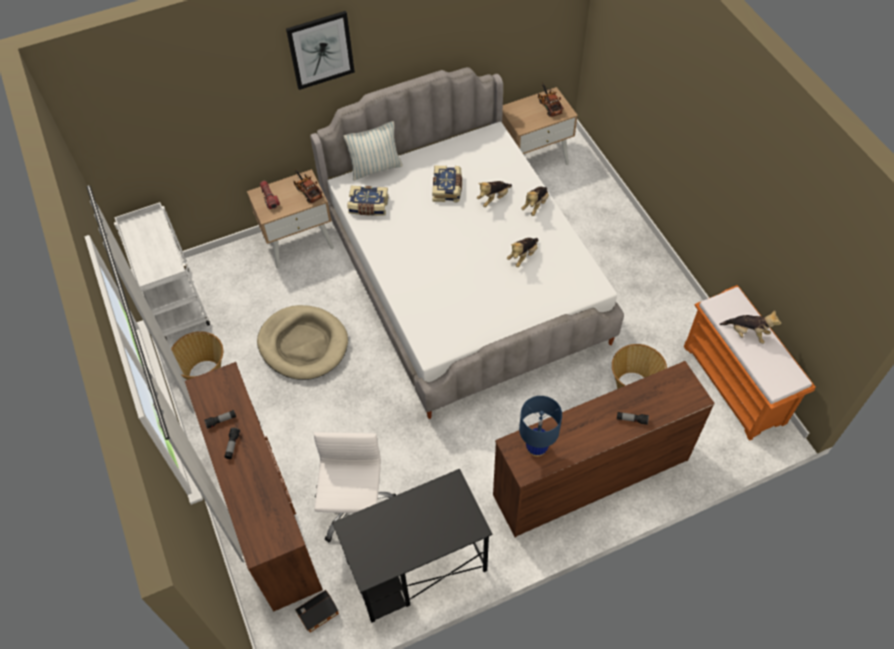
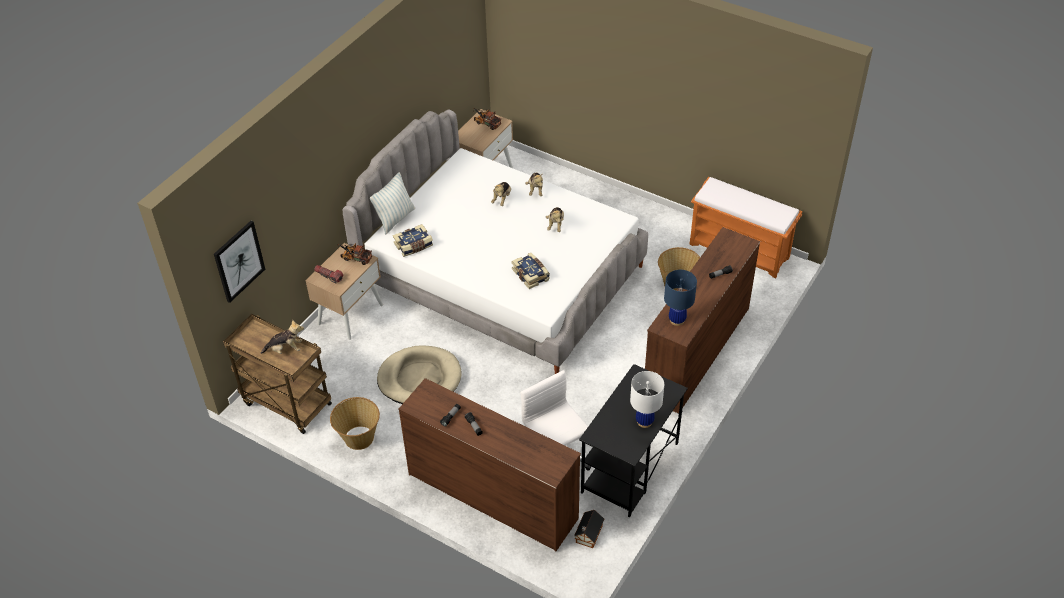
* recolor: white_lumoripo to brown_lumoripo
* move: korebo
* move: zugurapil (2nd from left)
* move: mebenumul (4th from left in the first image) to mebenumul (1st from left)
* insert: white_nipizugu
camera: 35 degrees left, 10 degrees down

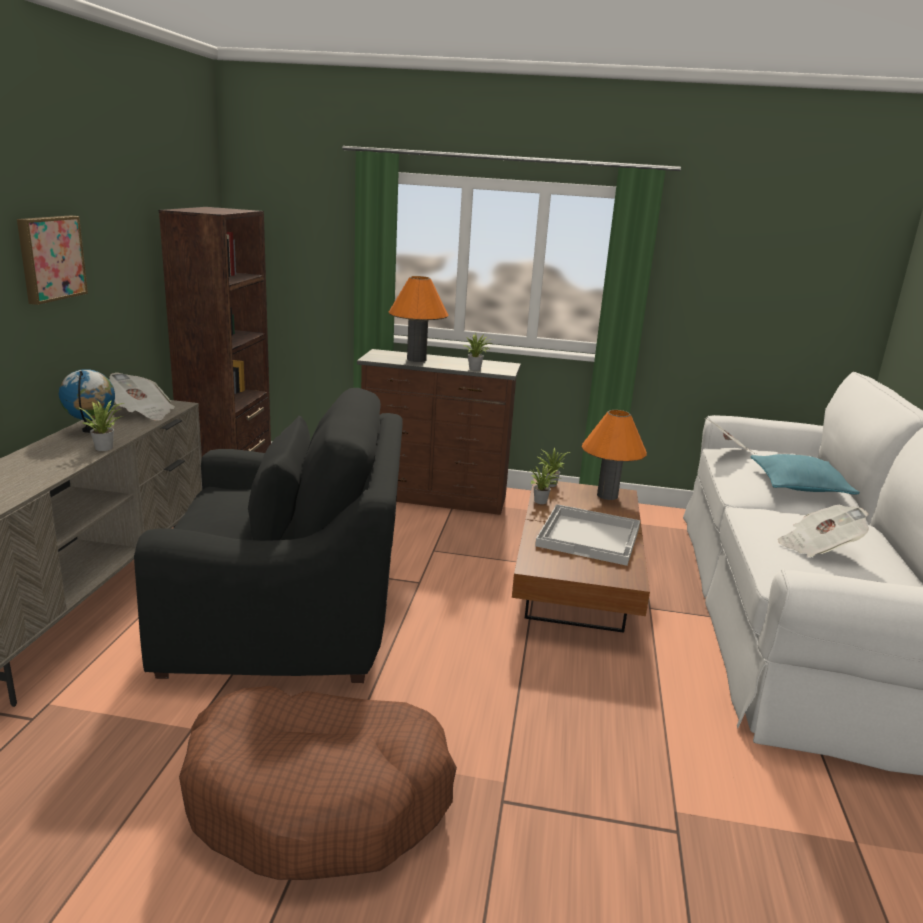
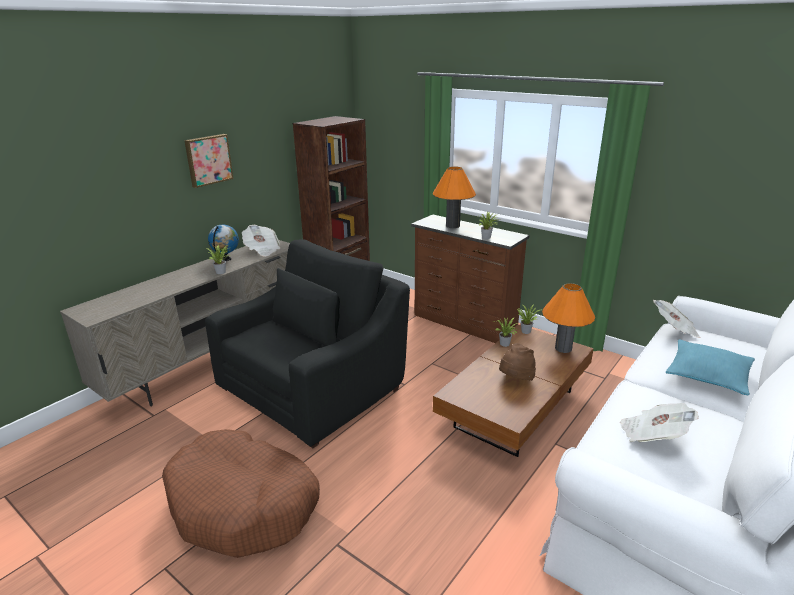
* rotate: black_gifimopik 75 degrees counterclockwise
* replace: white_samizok to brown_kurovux
camera: 30 degrees right, 5 degrees up

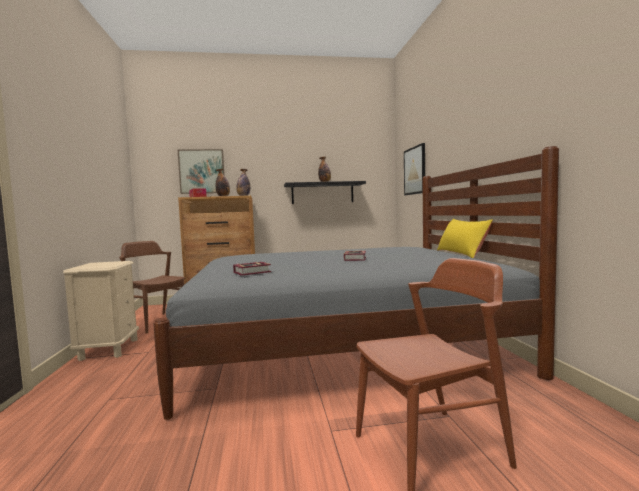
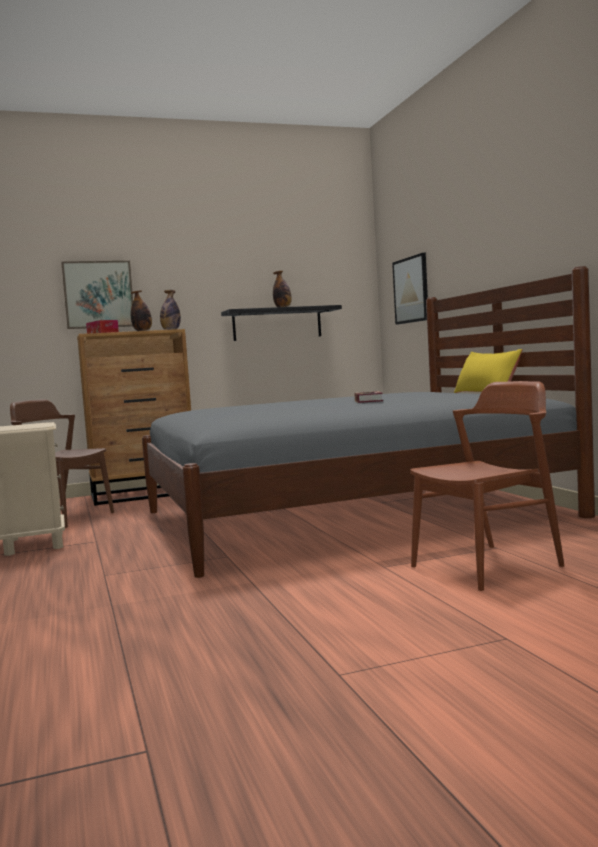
* delete: zugurapil (1st from left)
camera: 10 degrees left, 0 degrees up

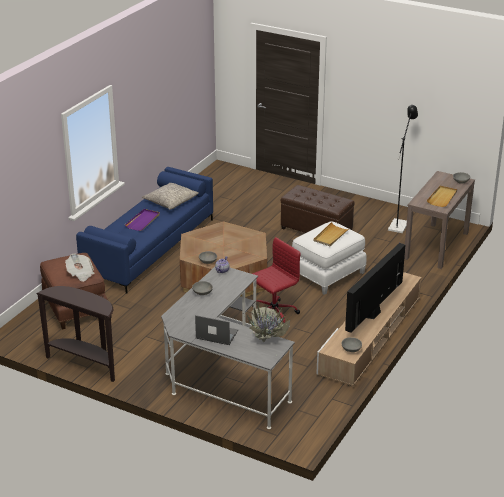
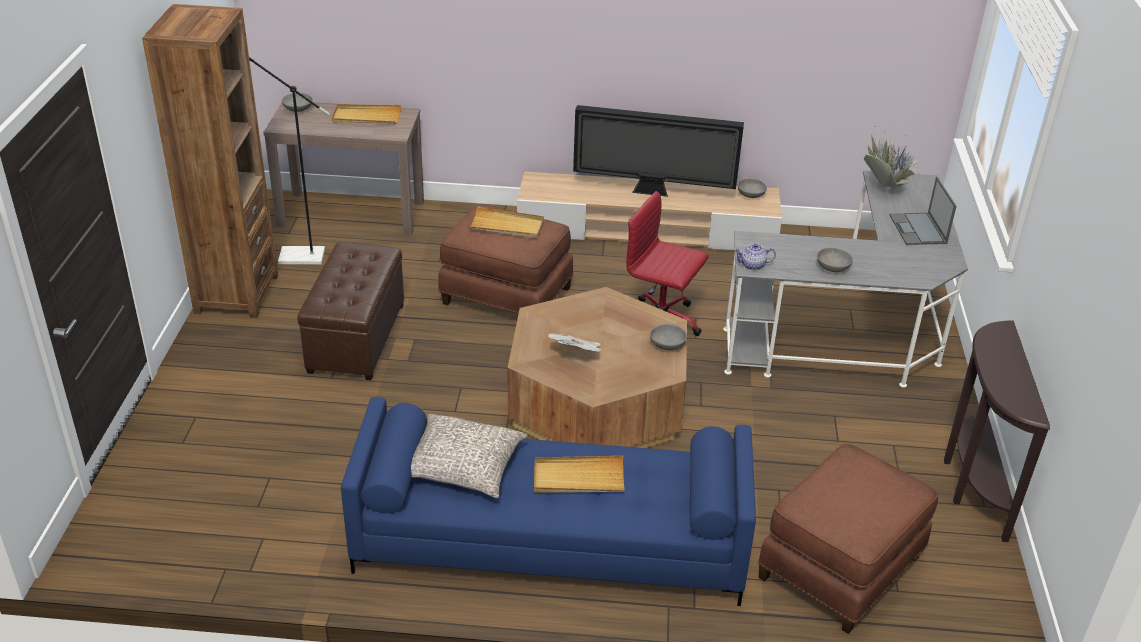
* move: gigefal
* recolor: purple_samizok to beige_samizok (3rd from left)
* recolor: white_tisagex to brown_tisagex (2nd from left)
* insert: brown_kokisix
camera: 115 degrees left, 5 degrees up

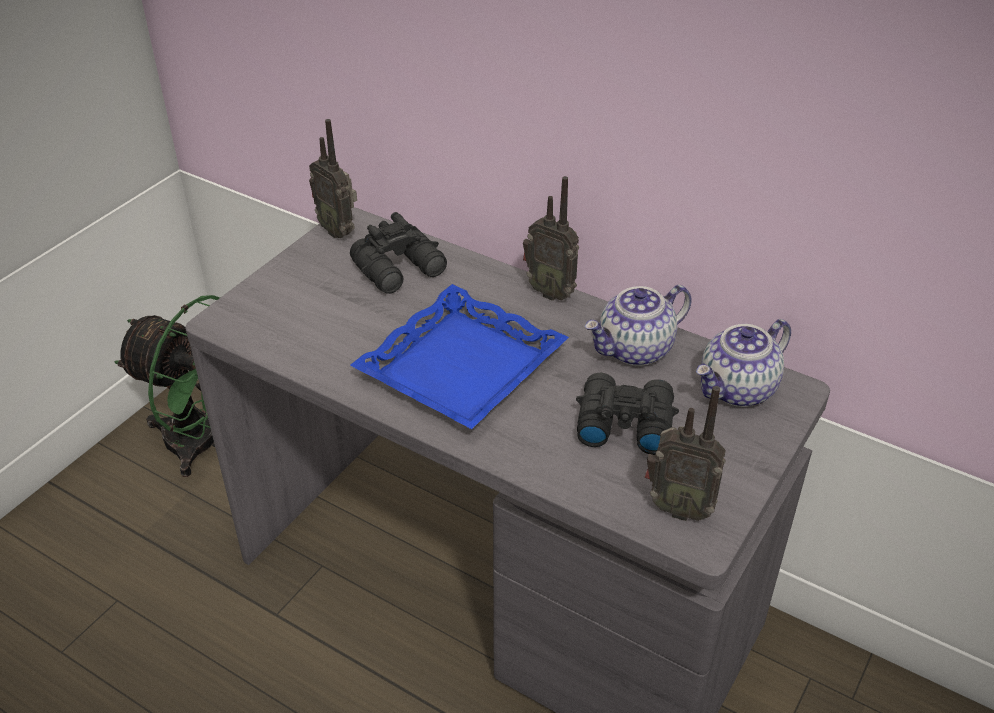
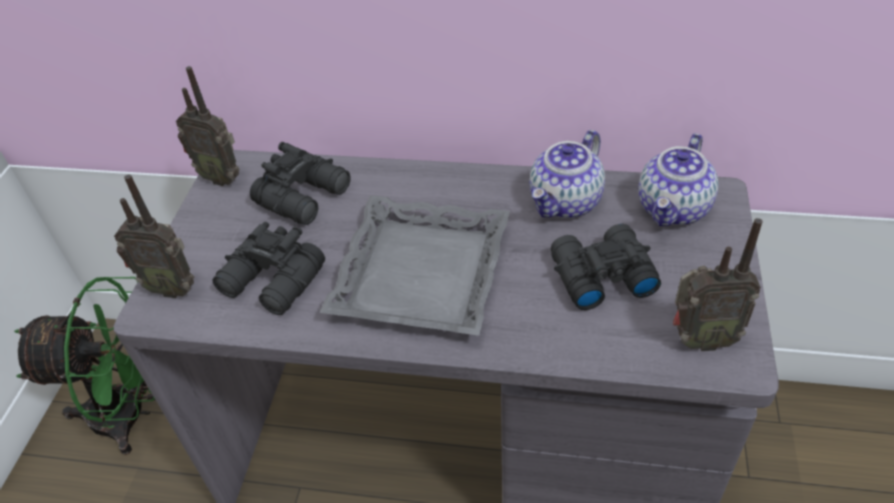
* recolor: blue_samizok to grey_samizok
* move: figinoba (2nd from left in the first image) to figinoba (1st from left)
* insert: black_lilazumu (1st from left)
camera: 20 degrees left, 5 degrees up

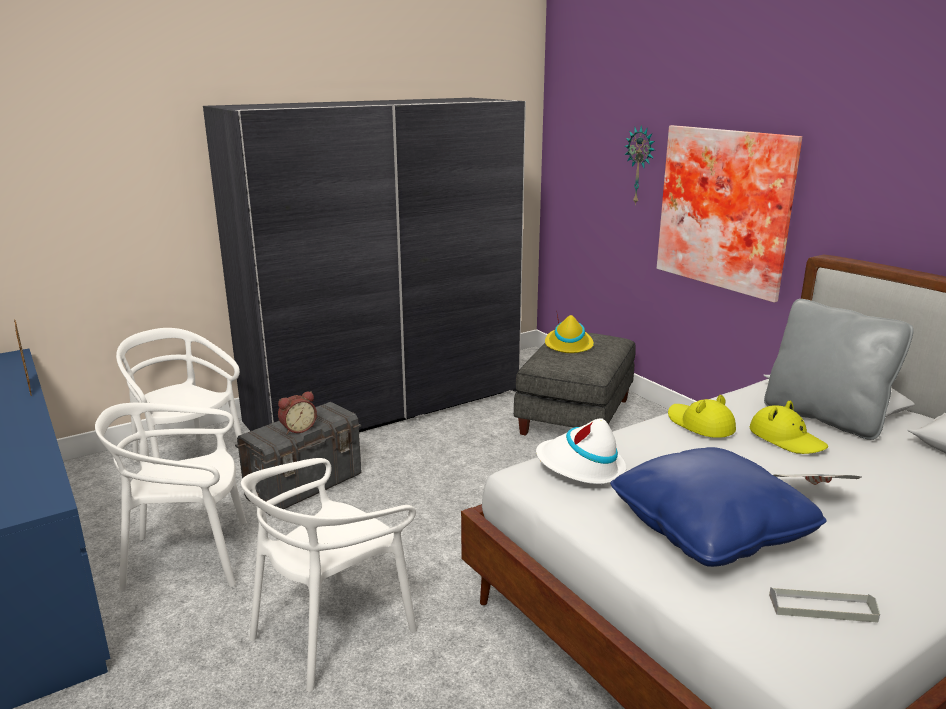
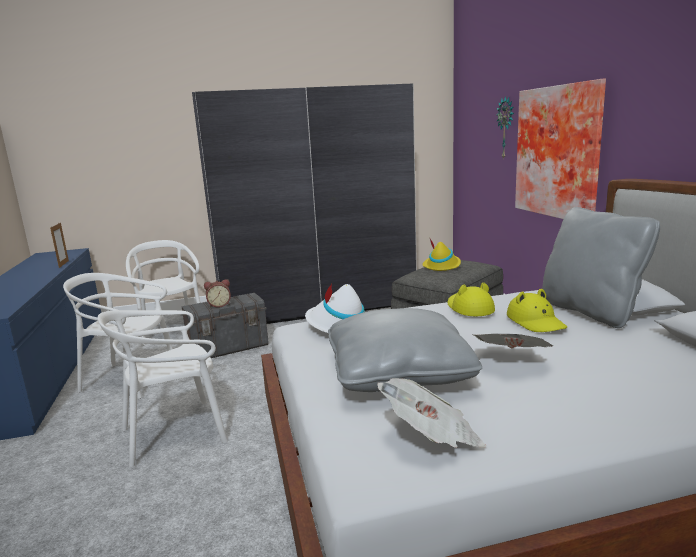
* recolor: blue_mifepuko to grey_mifepuko (1st from left)
* replace: grey_samizok to gigefal (1st from left)
camera: 20 degrees right, 5 degrees down

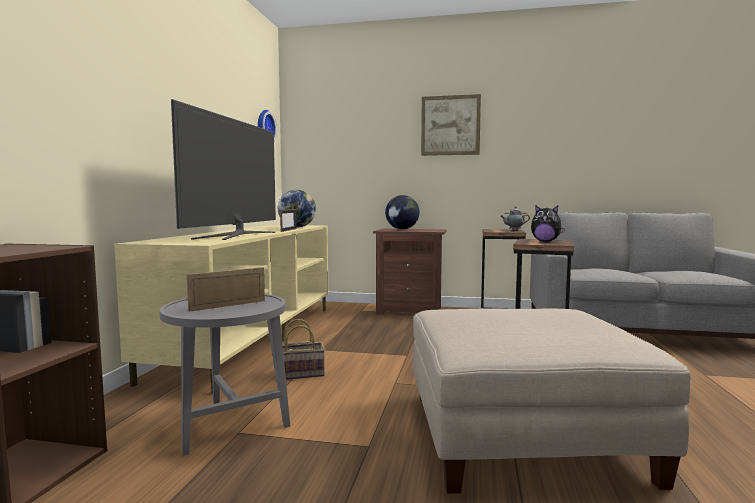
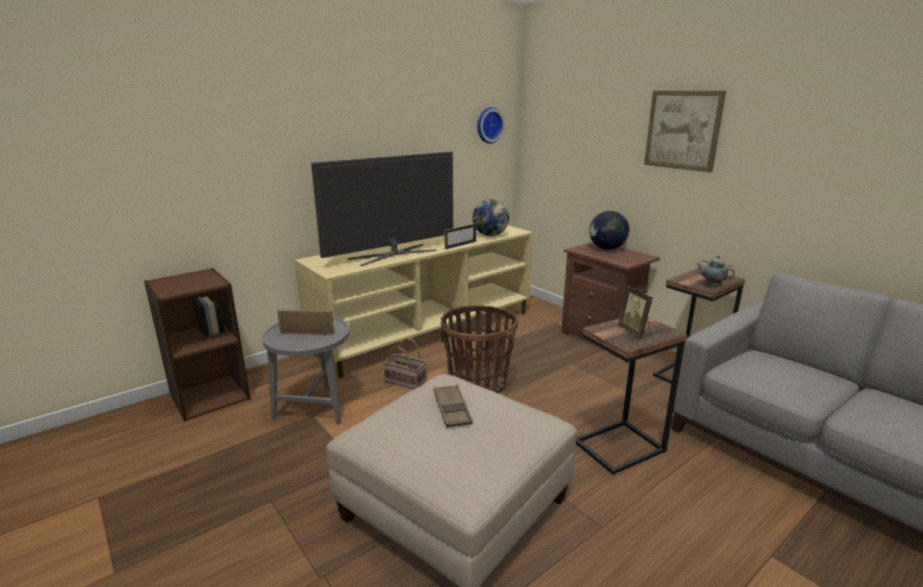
* replace: mebenumul to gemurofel (3rd from left)
* insert: brown_samizok
* insert: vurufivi (2nd from left)
camera: 40 degrees right, 15 degrees up

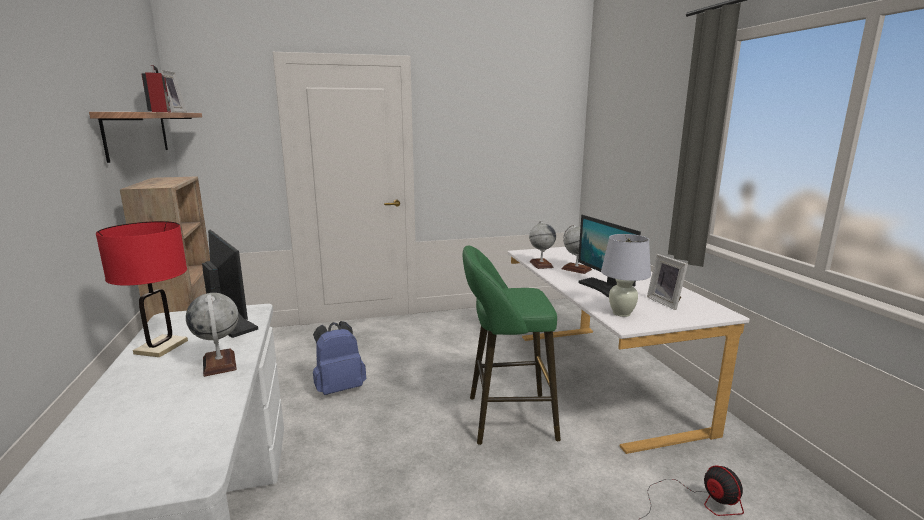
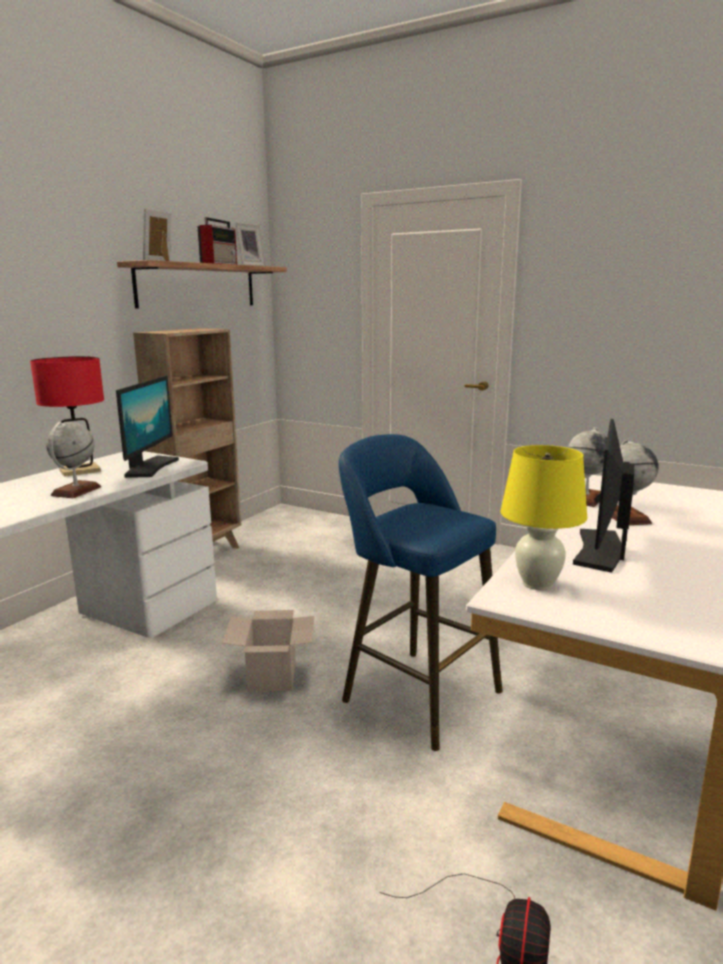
* delete: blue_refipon
* recolor: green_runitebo to blue_runitebo
* recolor: white_nipizugu to yellow_nipizugu
* move: gemurofel (2nd from left in the first image) to gemurofel (1st from left)
* insert: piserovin
camera: 45 degrees right, 0 degrees up

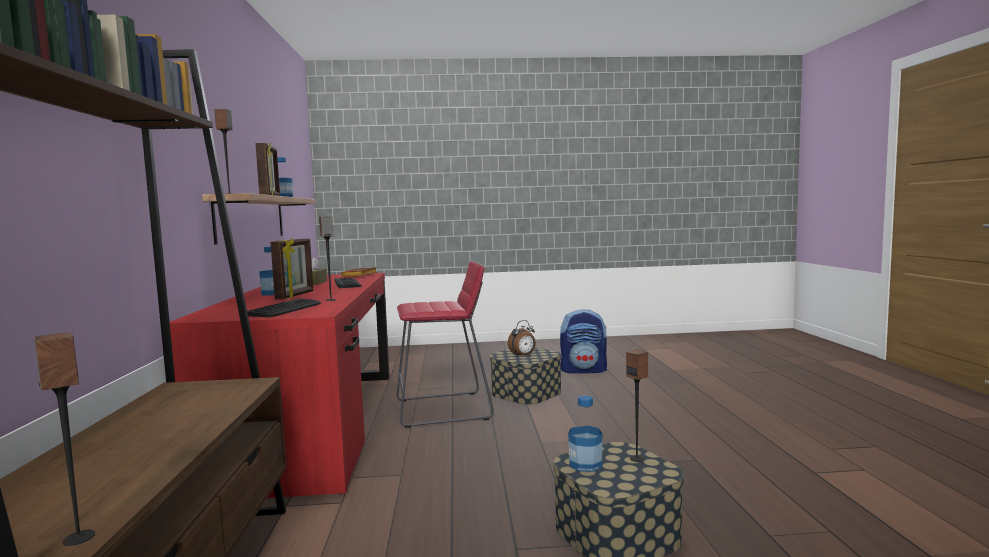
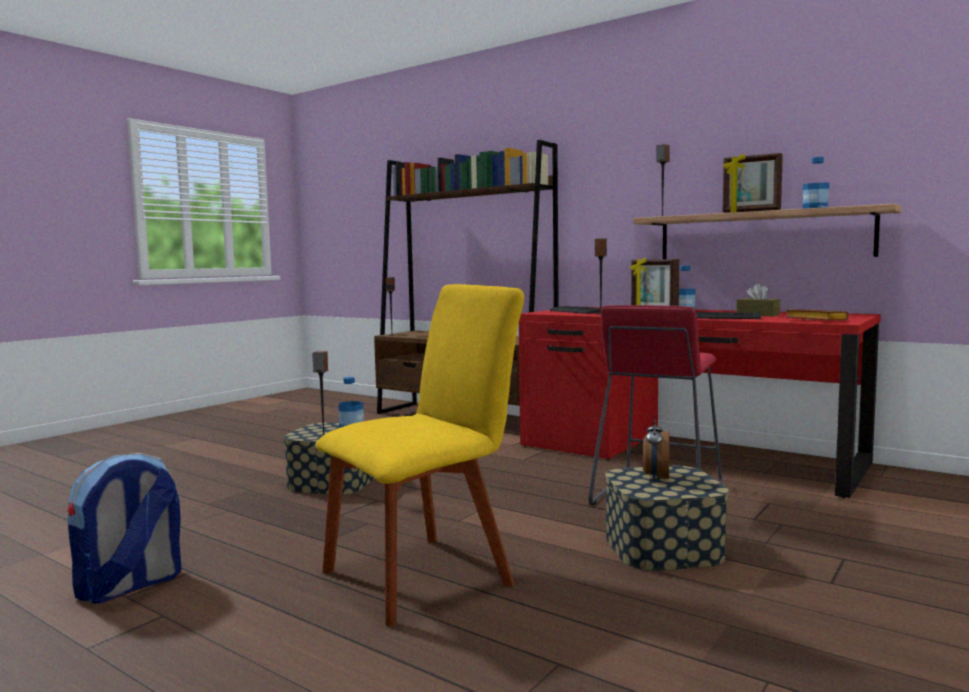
* move: refipon
* insert: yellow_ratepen
camera: 130 degrees right, 0 degrees up

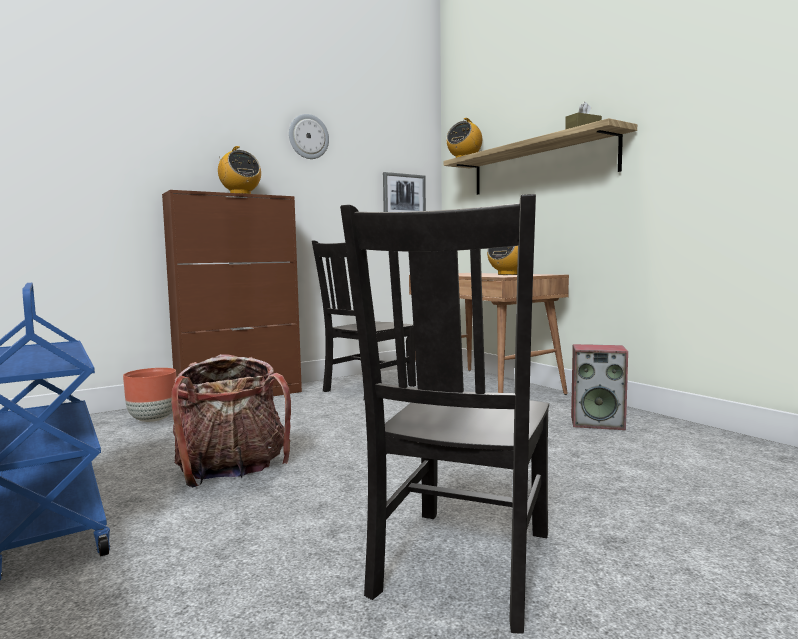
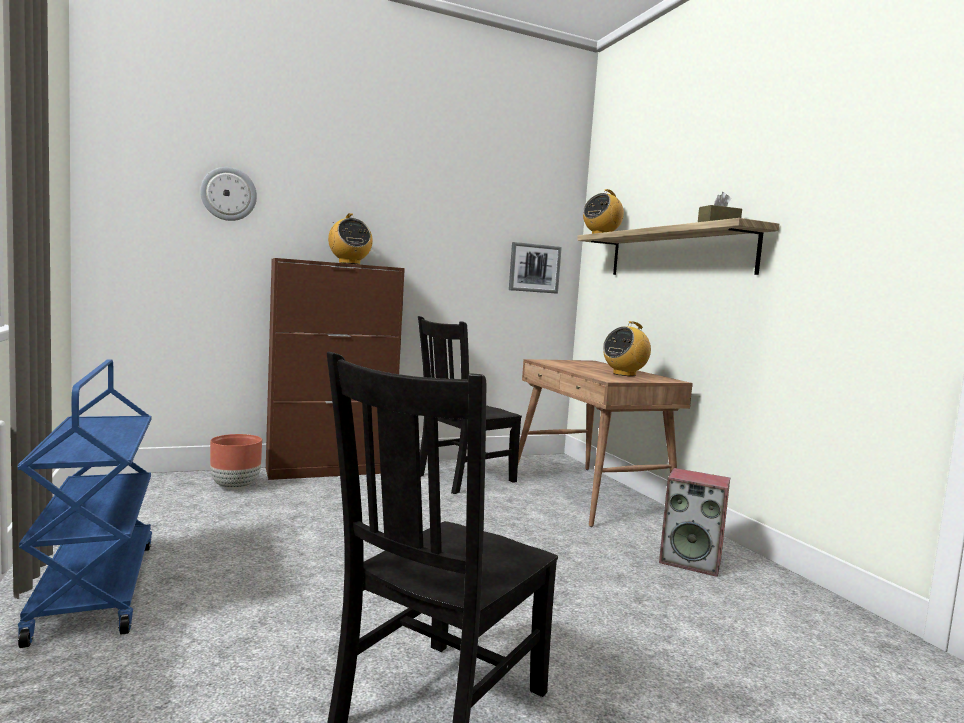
* delete: refipon
* move: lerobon
camera: 10 degrees right, 0 degrees up

